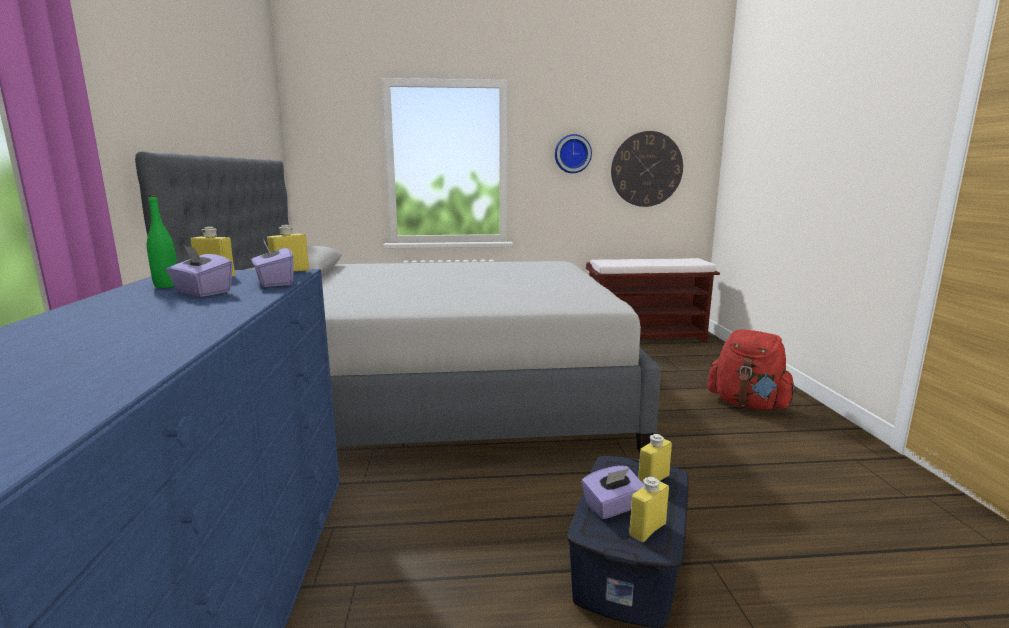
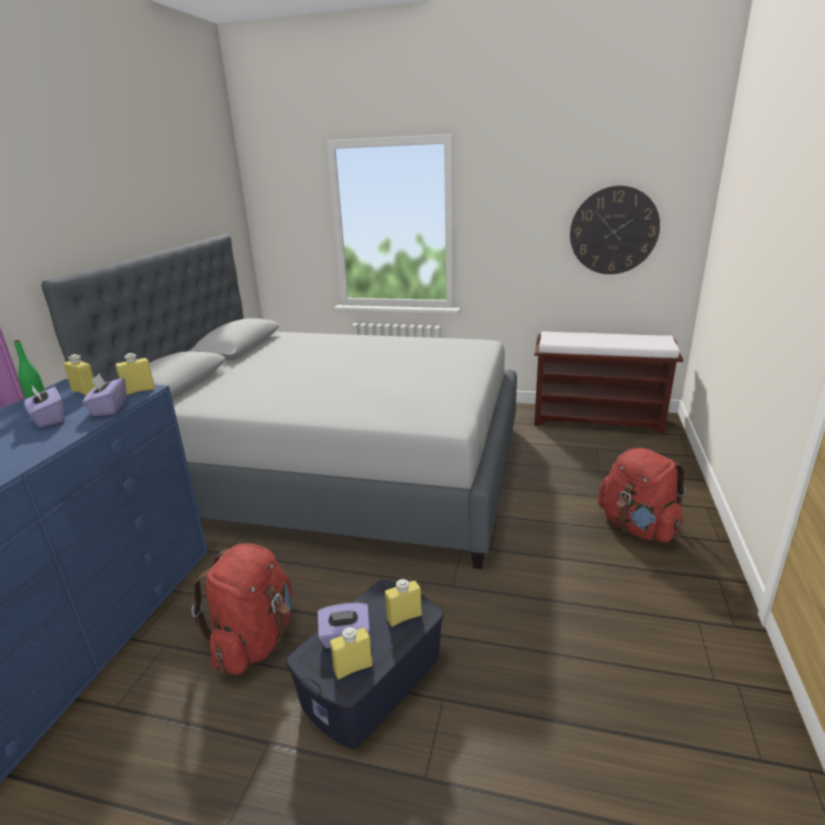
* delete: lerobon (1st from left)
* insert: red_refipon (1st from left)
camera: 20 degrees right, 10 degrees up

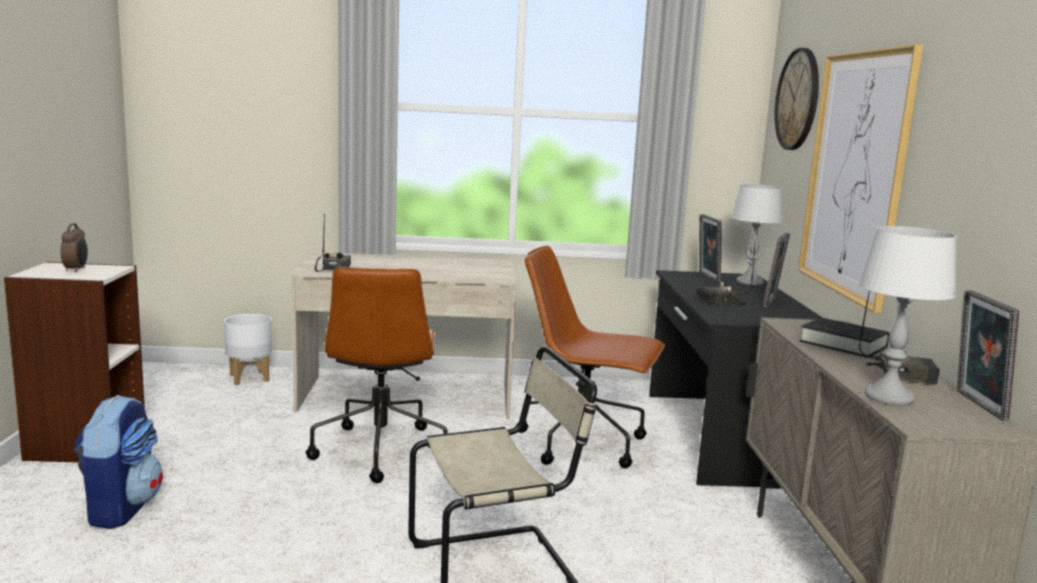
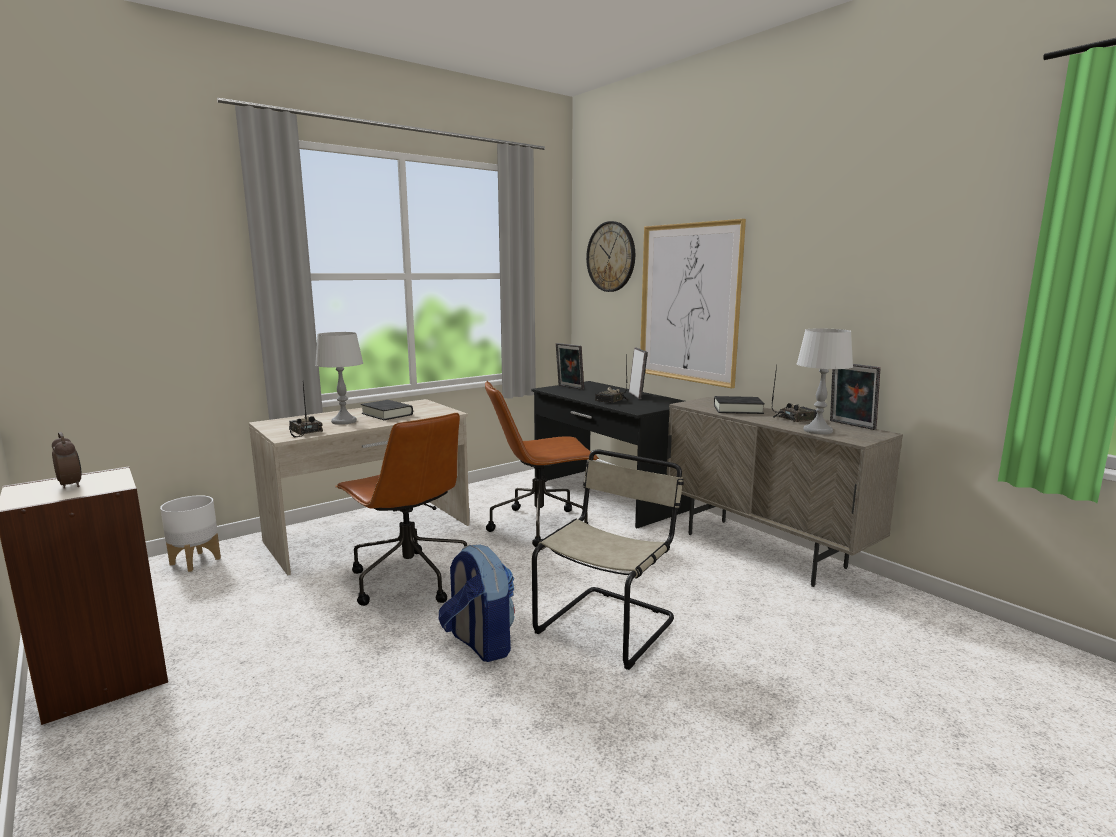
* move: refipon
* move: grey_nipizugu (1st from left)
* insert: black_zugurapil (1st from left)
camera: 35 degrees left, 0 degrees up

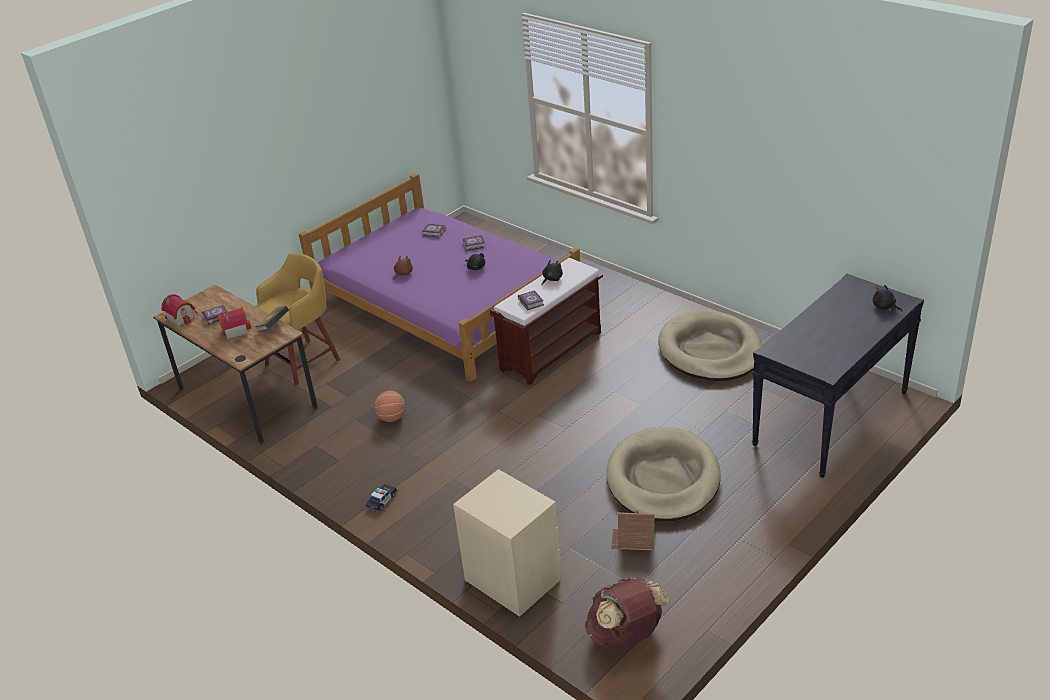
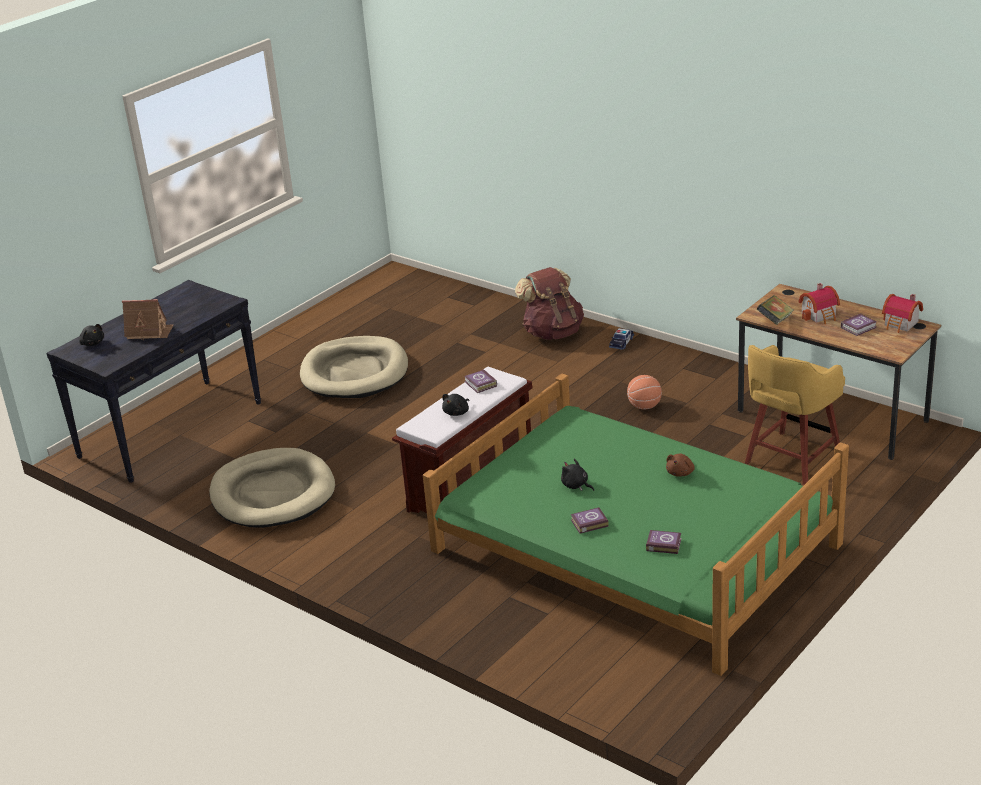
* recolor: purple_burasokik to green_burasokik
* delete: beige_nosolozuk
* move: brown_refipon
* move: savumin (3rd from left in the first image) to savumin (1st from left)
camera: 175 degrees right, 5 degrees down

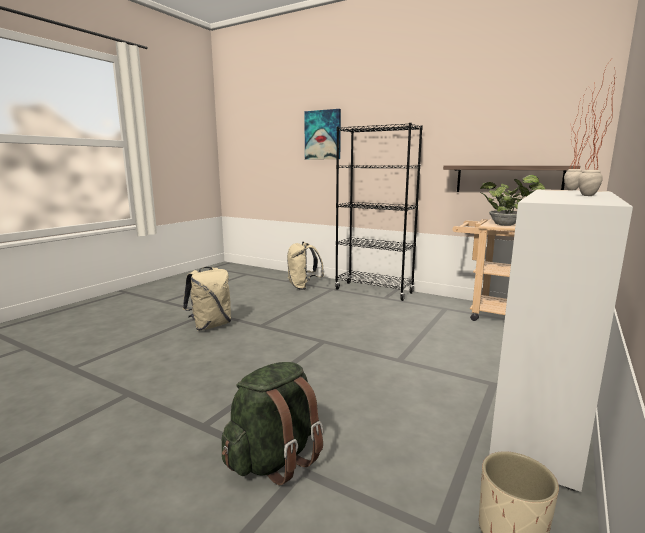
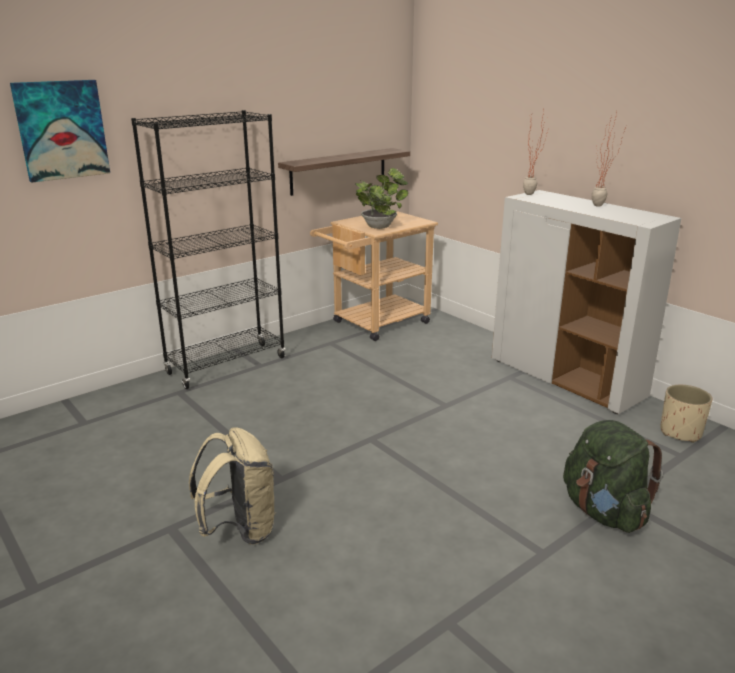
* delete: beige_refipon (2nd from left)
camera: 70 degrees left, 10 degrees up

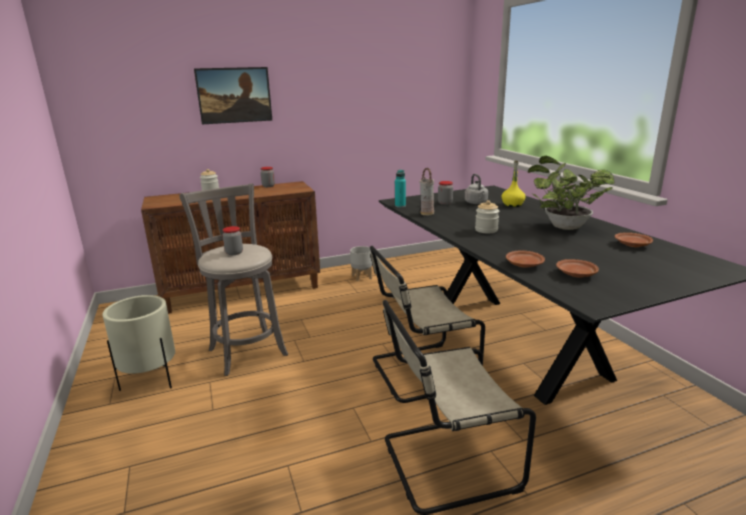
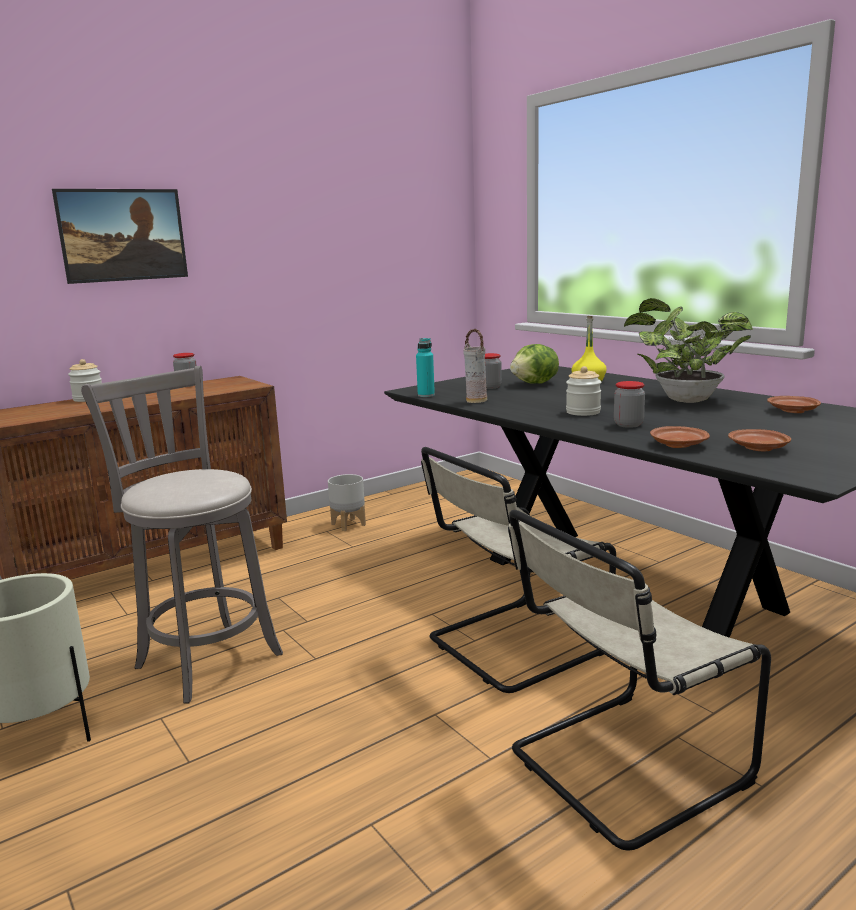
* move: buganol (2nd from left in the first image) to buganol (5th from left)
* replace: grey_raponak to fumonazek
camera: 15 degrees left, 5 degrees down

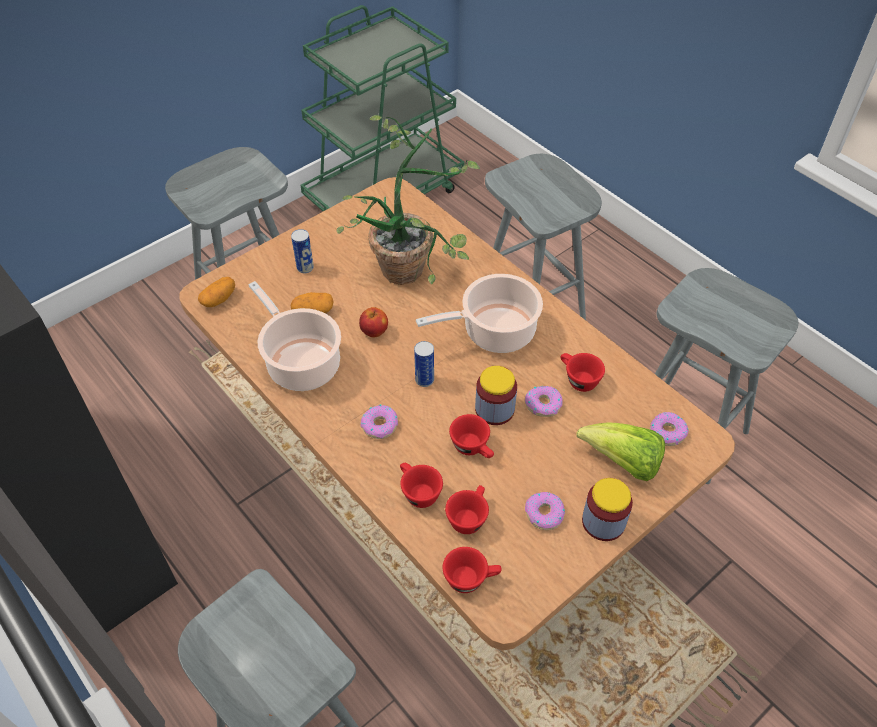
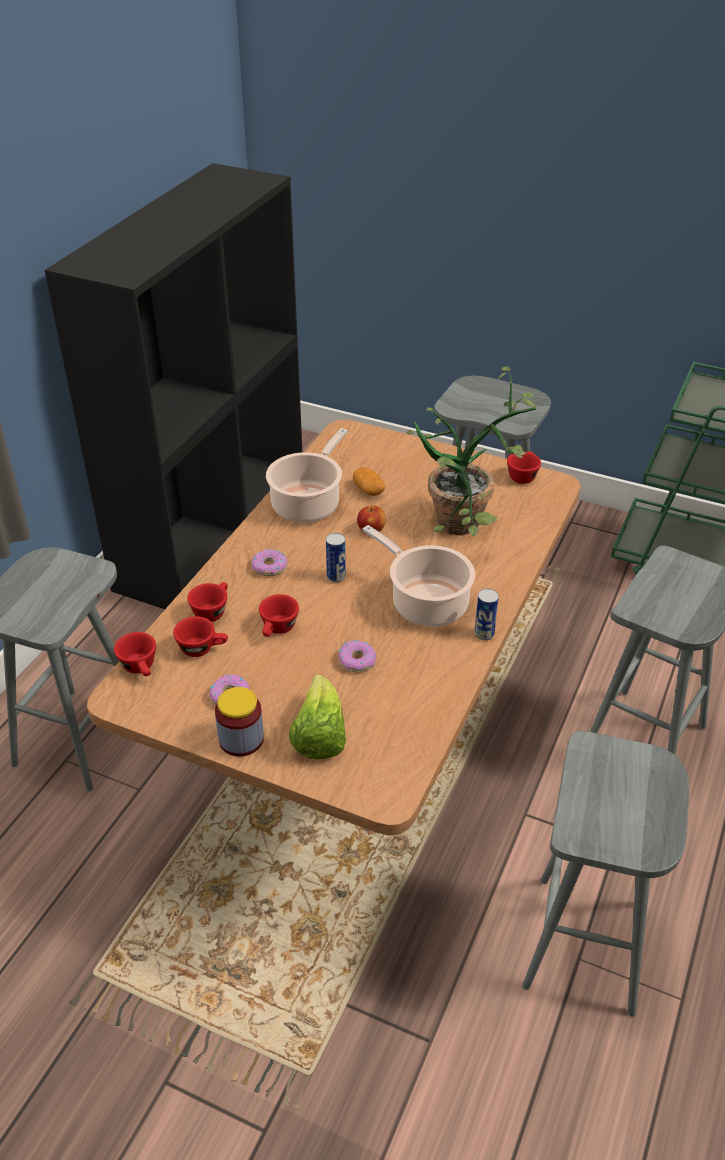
* delete: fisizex (1st from left)
* move: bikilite (1st from left in the first image) to bikilite (2nd from left)
* delete: buganol (1st from left)
* move: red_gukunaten (5th from left)
* delete: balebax (4th from left)
camera: 65 degrees right, 10 degrees down

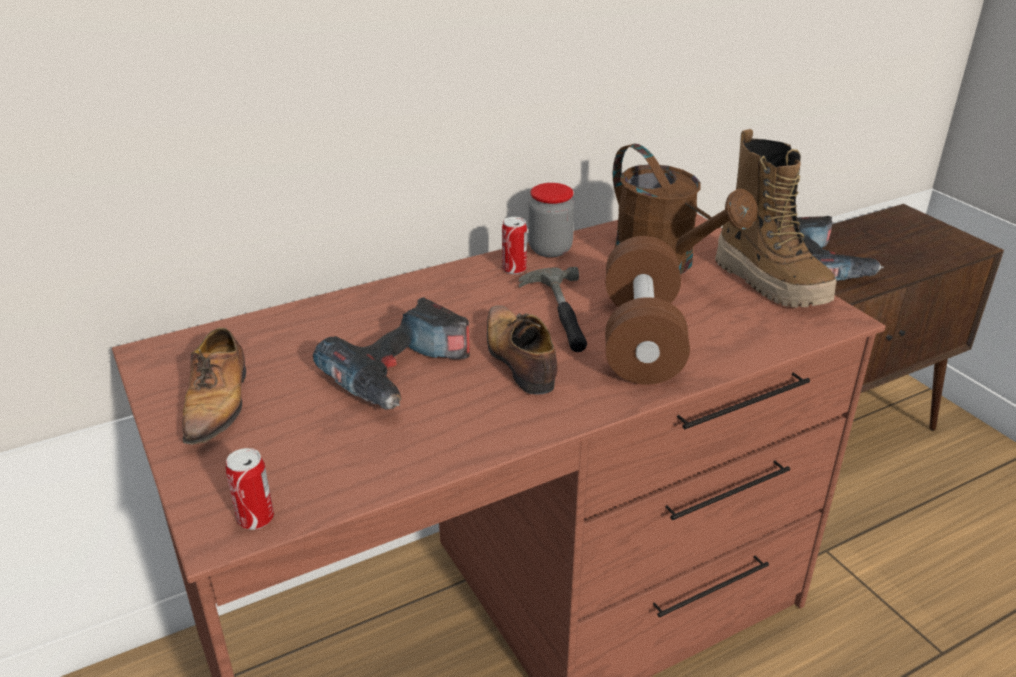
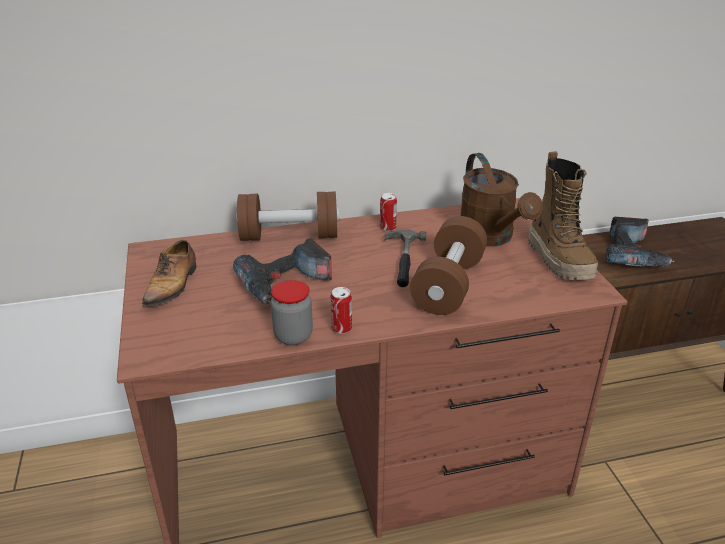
* move: bikilite (1st from left)
* delete: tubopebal (2nd from left)
* move: buganol
* insert: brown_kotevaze (1st from left)
camera: 15 degrees right, 0 degrees up

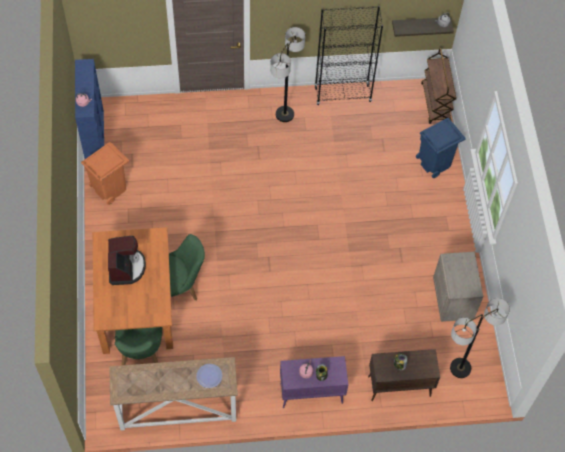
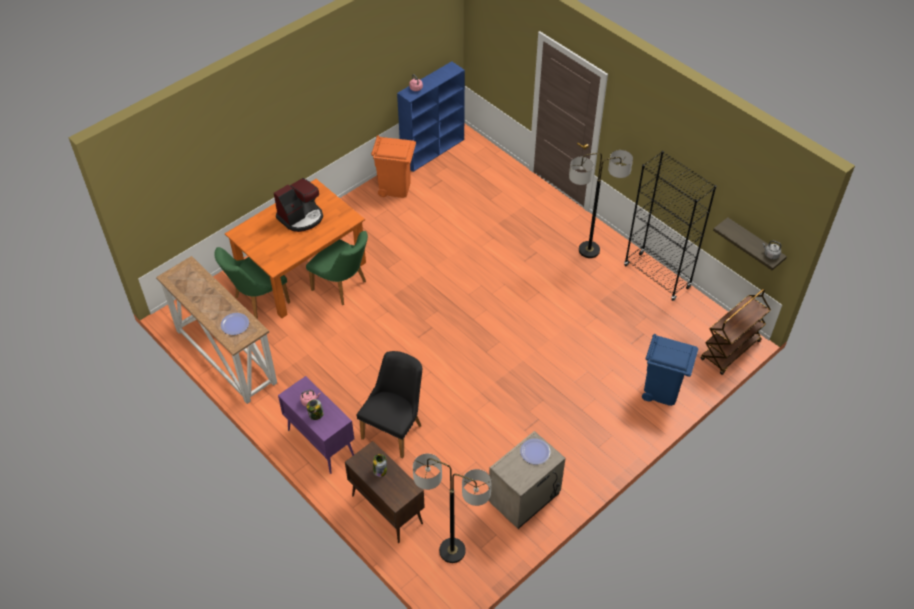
* insert: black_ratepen
* insert: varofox (2nd from left)
camera: 55 degrees right, 10 degrees down

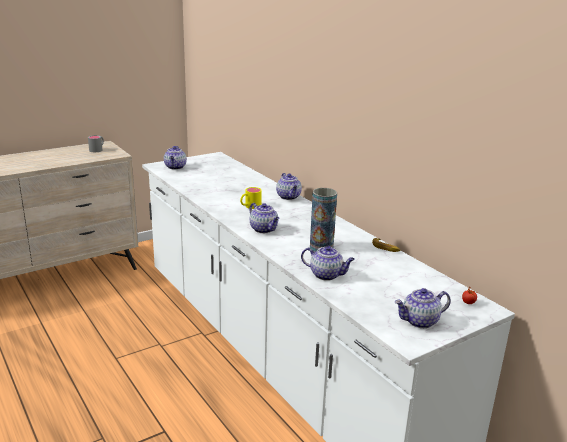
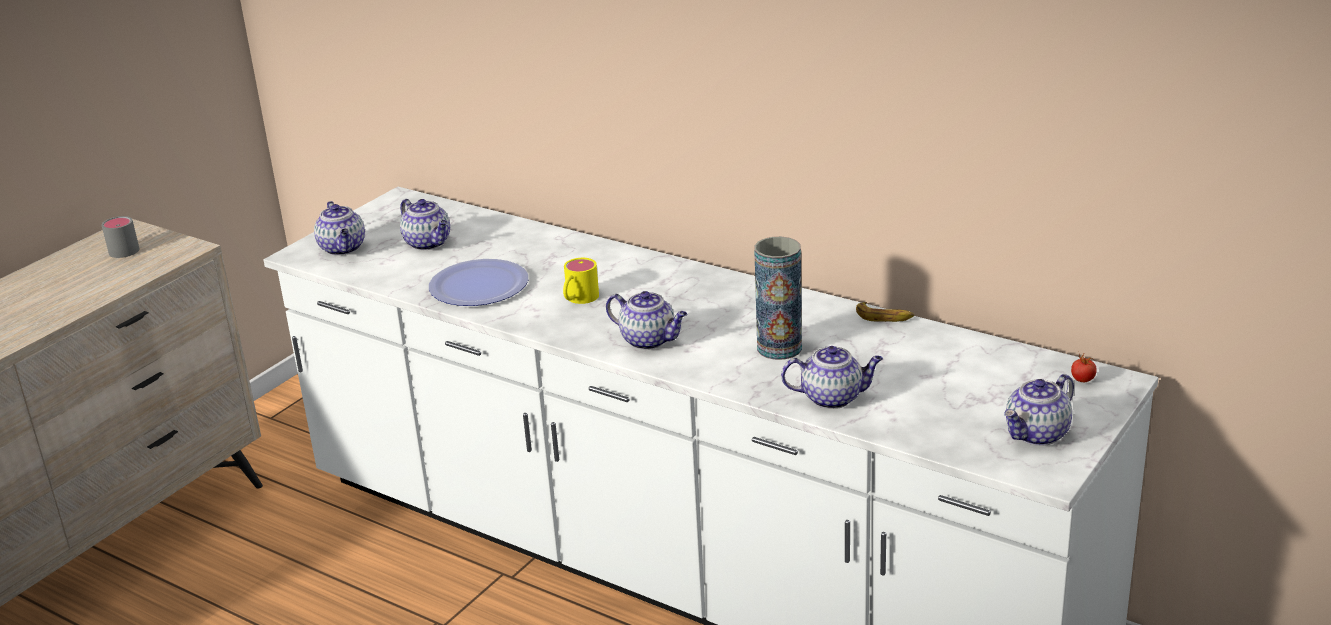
* move: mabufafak (3rd from left in the first image) to mabufafak (2nd from left)
* insert: varofox
camera: 20 degrees left, 5 degrees up

